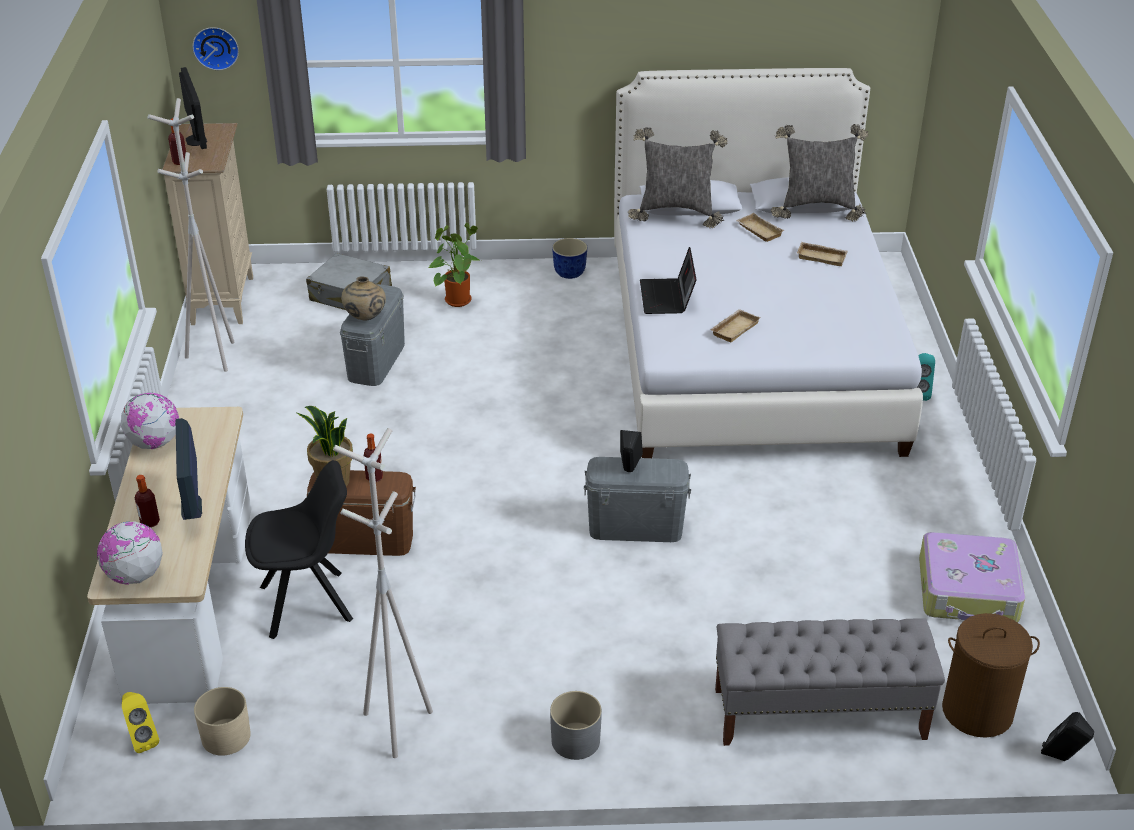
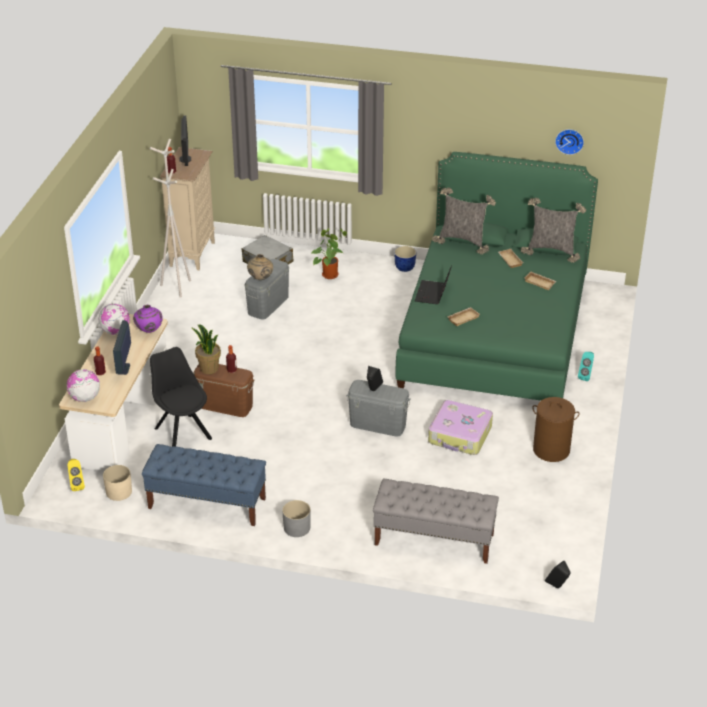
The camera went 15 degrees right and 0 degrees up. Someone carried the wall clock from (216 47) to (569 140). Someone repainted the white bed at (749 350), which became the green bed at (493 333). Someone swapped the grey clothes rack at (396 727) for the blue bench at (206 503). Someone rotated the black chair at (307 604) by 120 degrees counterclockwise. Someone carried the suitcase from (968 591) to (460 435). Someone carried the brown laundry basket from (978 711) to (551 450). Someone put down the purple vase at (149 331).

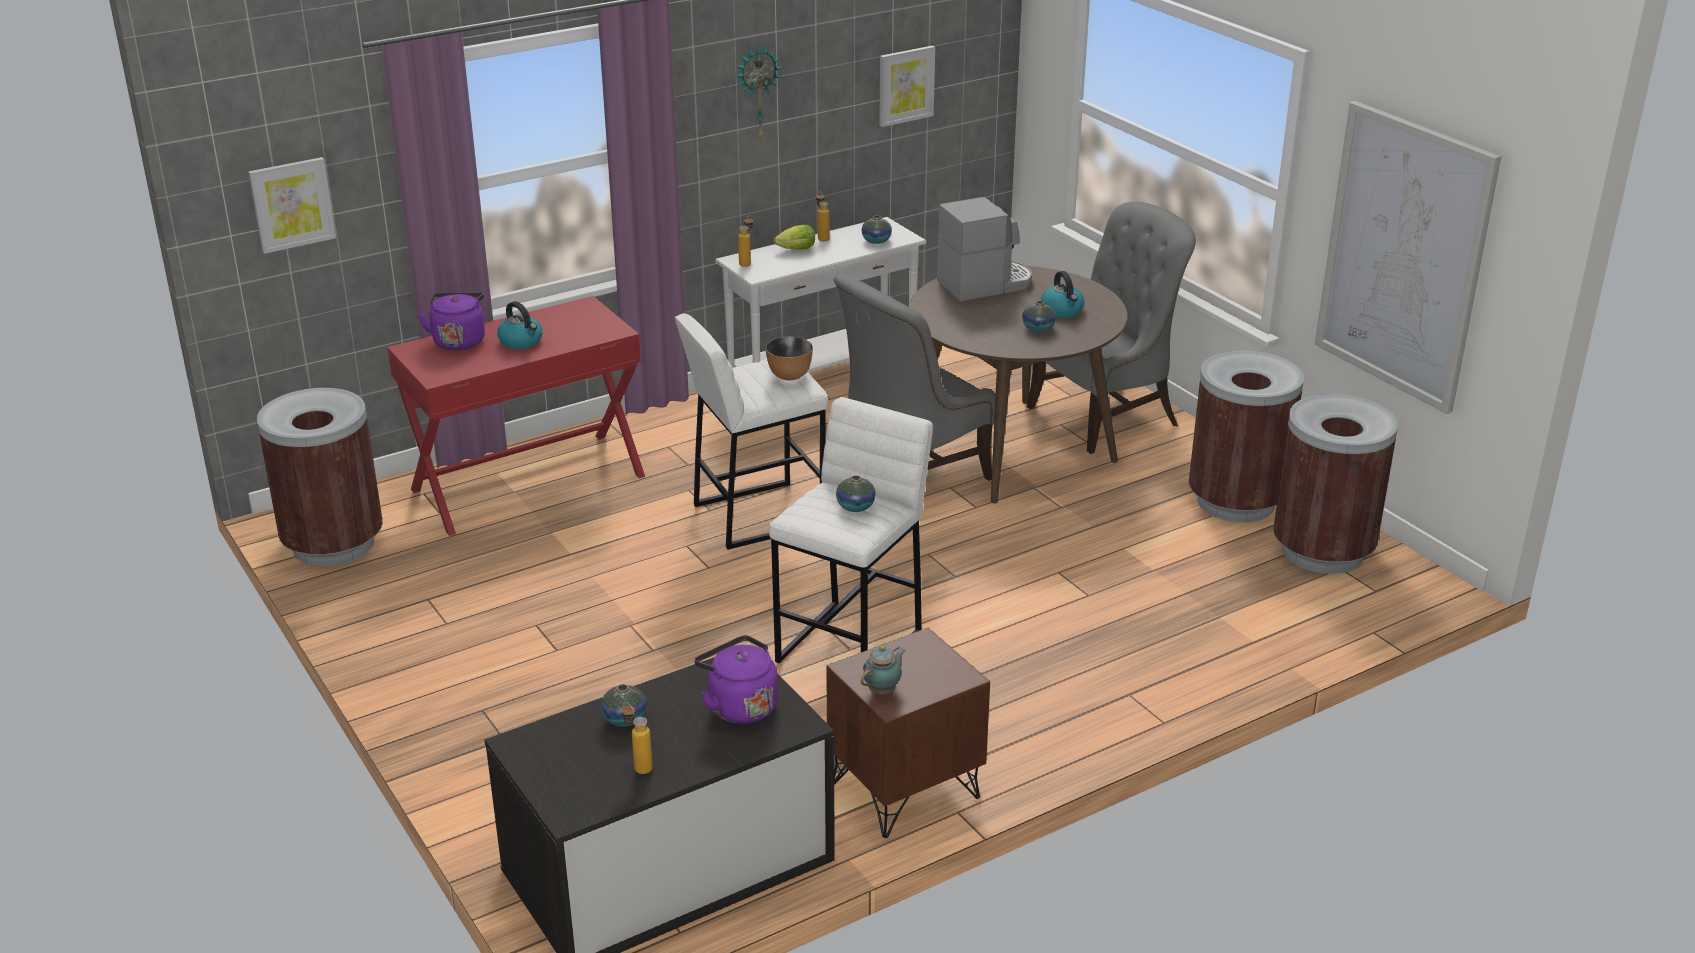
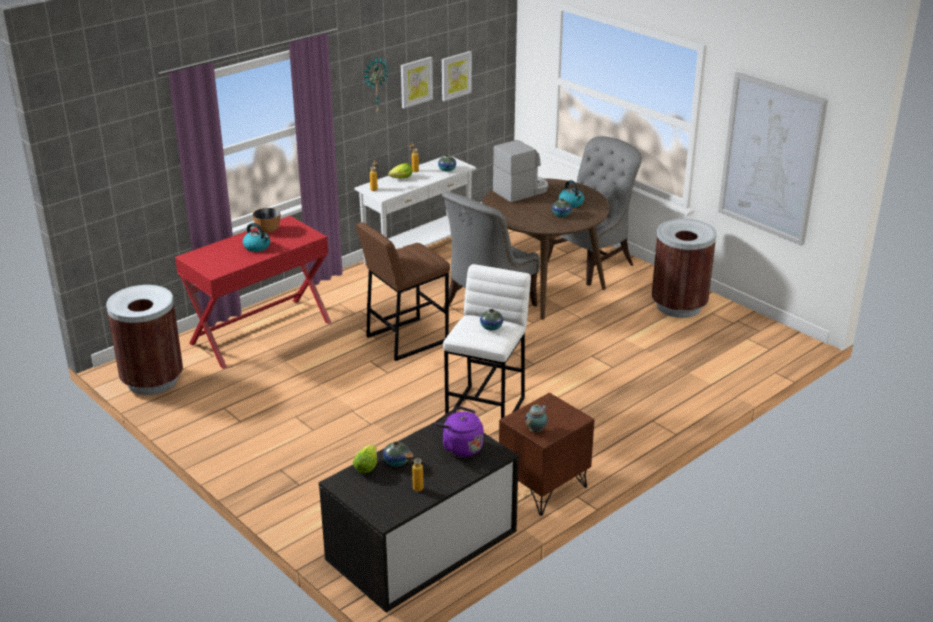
The camera went 10 degrees left and 0 degrees up. Someone carried the picture from (292 204) to (416 82). Someone took away the purple kettle at (459 341). Someone repainted the white stool at (755 516), which became the brown stool at (405 339). Someone carried the bowl from (789 376) to (267 230). Someone took away the brown trash can at (1323 551). Someone put down the lettuce at (367 466).

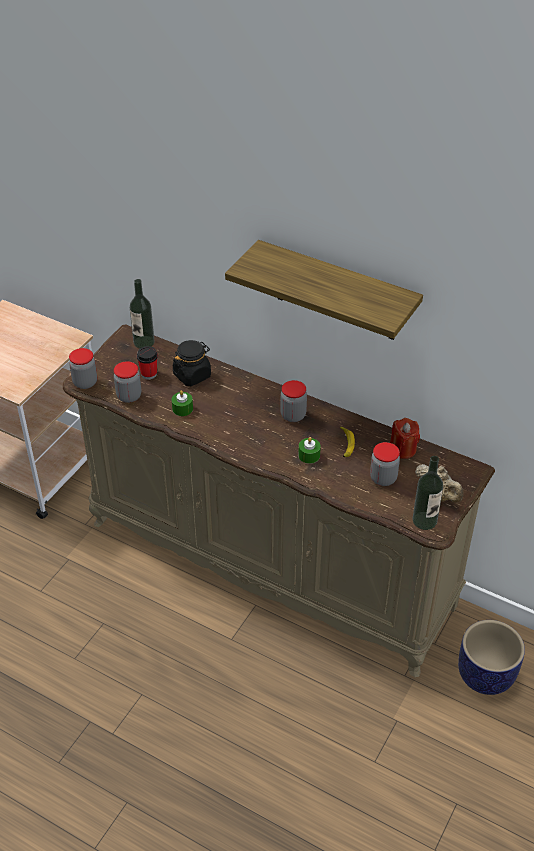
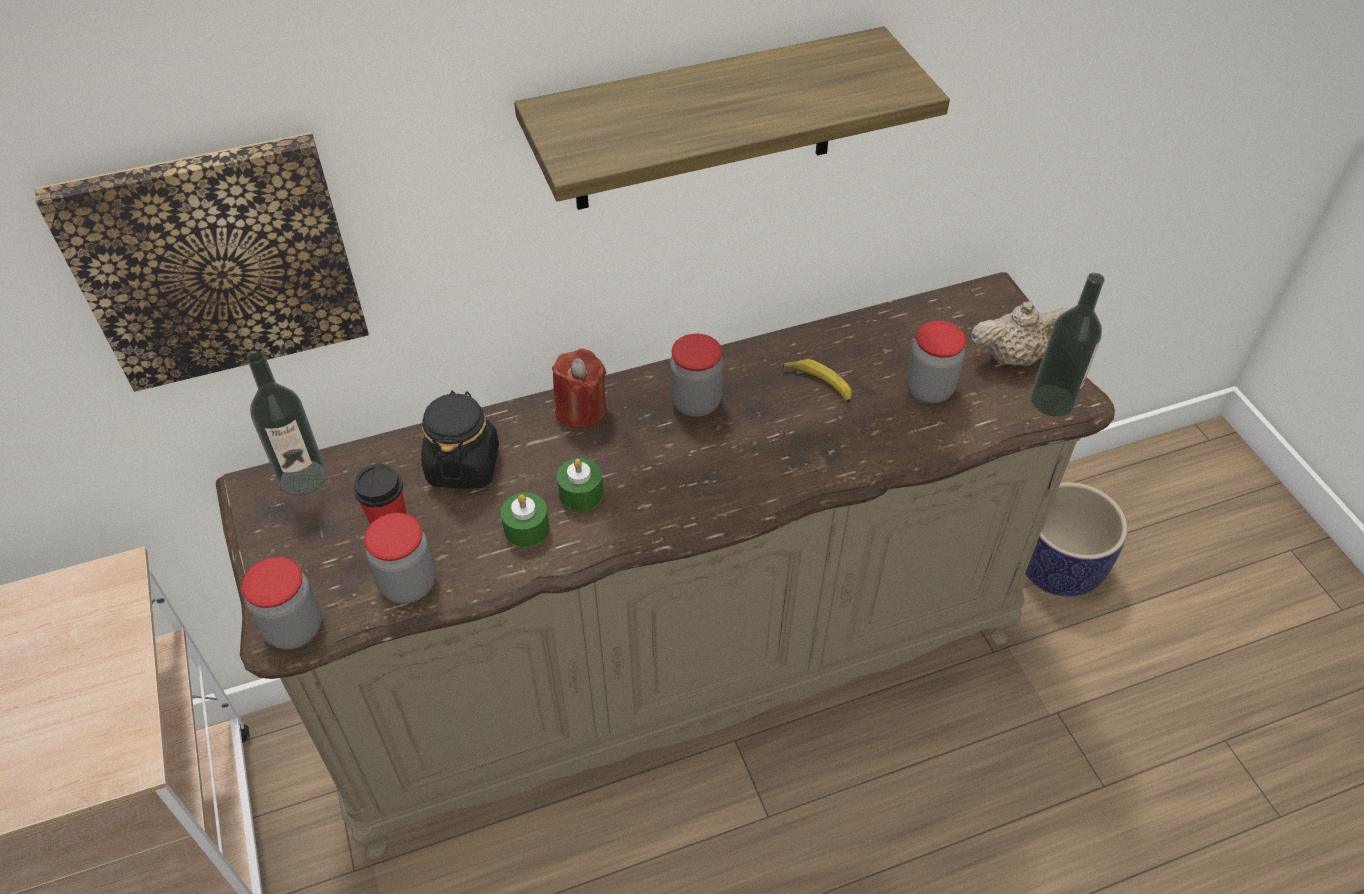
The camera went 50 degrees left and 5 degrees up. Someone carried the red candle from (403 449) to (581 410). Someone carried the green candle from (309 455) to (581 493). Someone put up the picture at (217 261).

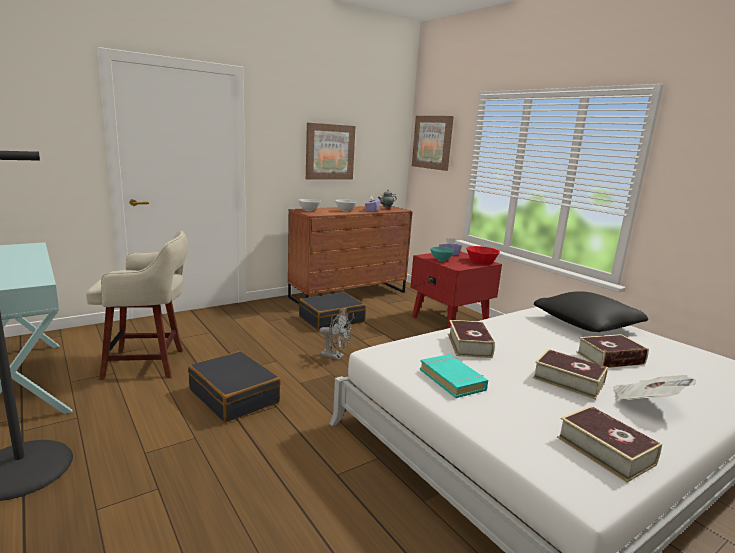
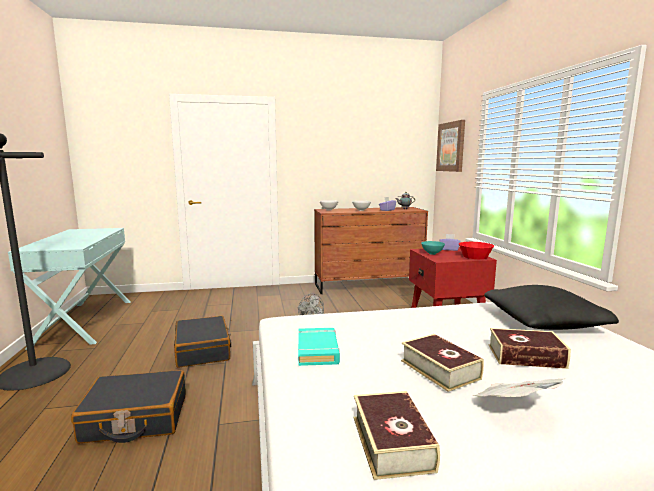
The camera went 25 degrees right and 5 degrees down. Someone took away the picture at (329 152). Someone took away the beige stool at (148 364). Someone carried the black suitcase from (331 319) to (135 418). Someone took away the book at (469 345).

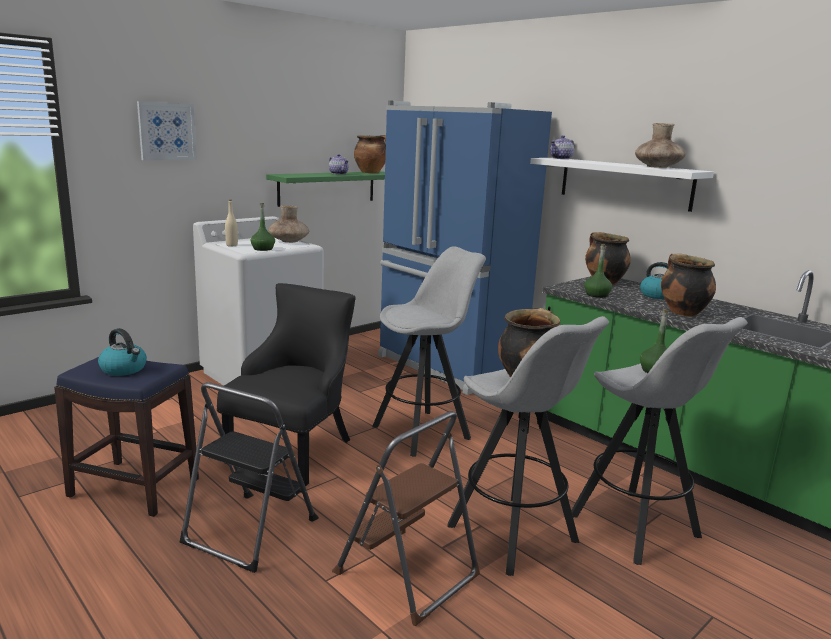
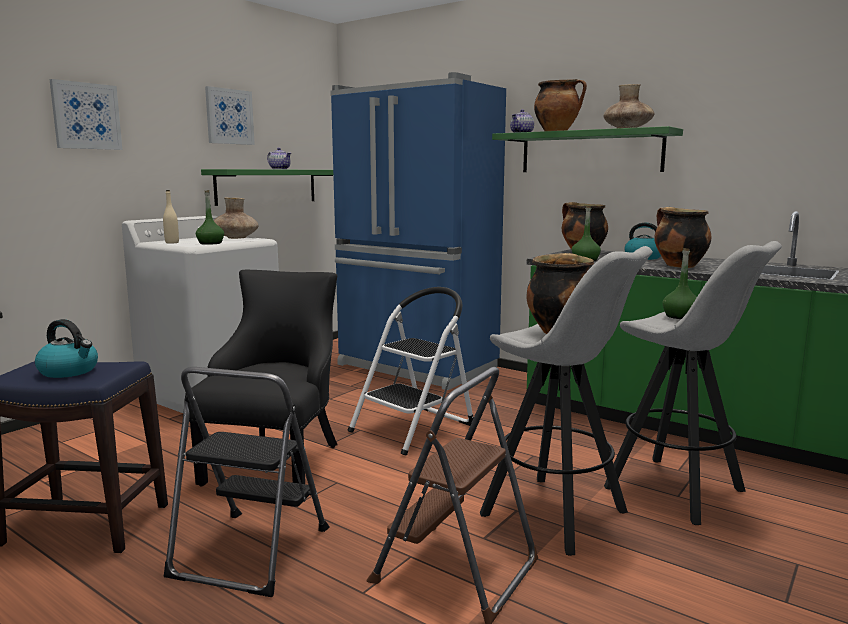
The camera went 10 degrees left and 5 degrees down. Someone carried the cooking pot from (371 173) to (557 131). Someone repainted the white shelf at (624 183), which became the green shelf at (590 152). Someone swapped the grey stool at (424 432) for the step ladder at (415 428). Someone put up the picture at (229 116).

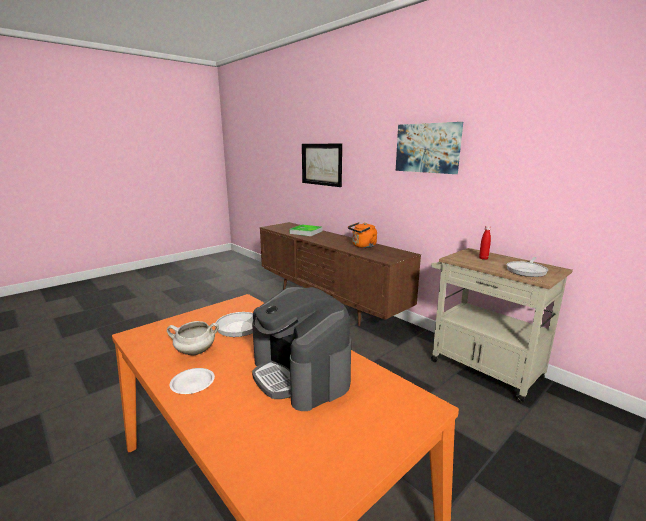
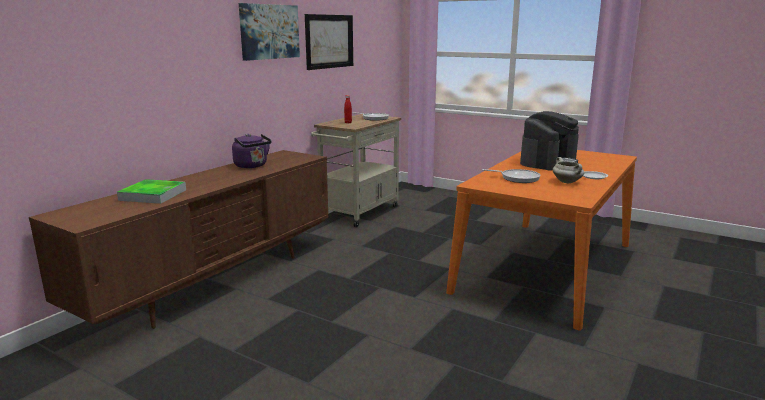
The camera went 105 degrees left and 0 degrees up. Someone carried the picture from (321 164) to (329 41). Someone repainted the orange kettle at (362 246), which became the purple kettle at (252 166).

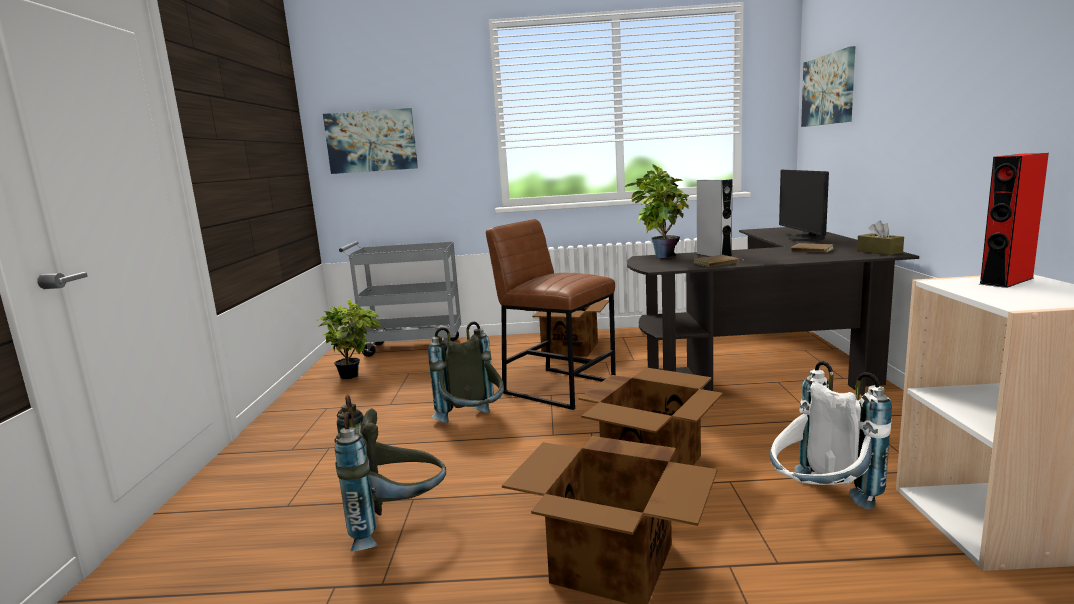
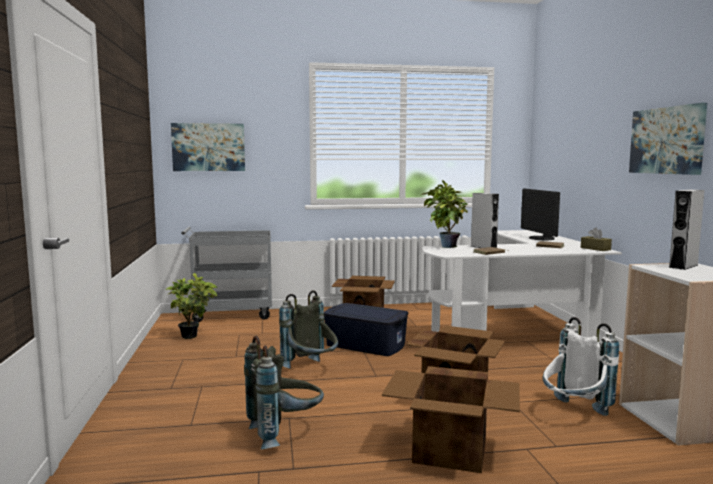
The camera went 10 degrees left and 5 degrees down. Someone carried the picture from (828 90) to (667 140). Someone repainted the red speaker at (1006 281), which became the grey speaker at (683 266). Someone swapped the brown chair at (557 387) for the blue storage box at (365 345). Someone repainted the black desk at (772 369), which became the white desk at (519 333).

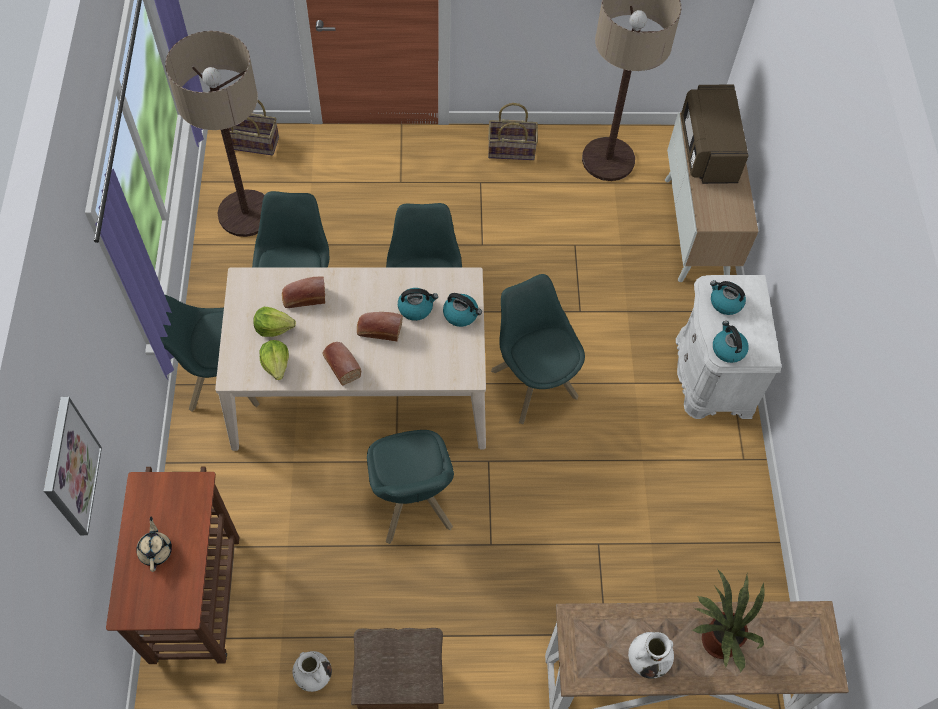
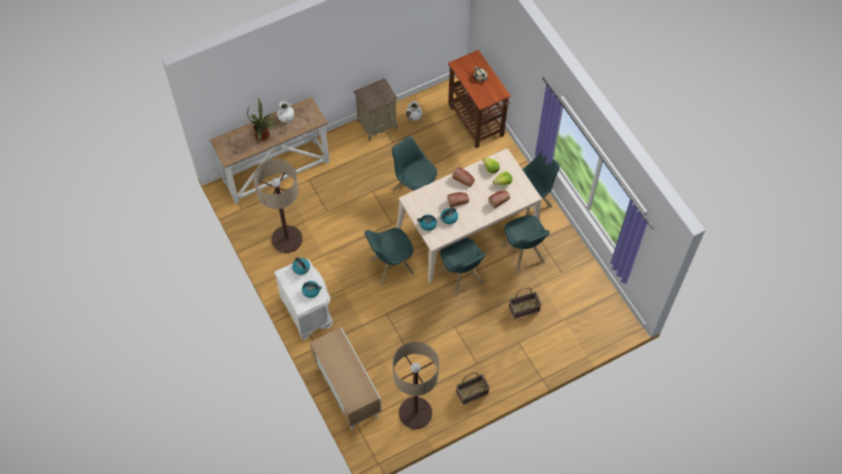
The camera went 155 degrees right and 0 degrees up. Someone carried the floor lamp from (246 214) to (287 239). Someone took away the brown microwave at (708 149). Someone carried the basket from (254 142) to (524 309). Someone rotated the turquoise chair at (533 383) by 120 degrees clockwise. Someone took away the picture at (70 467).

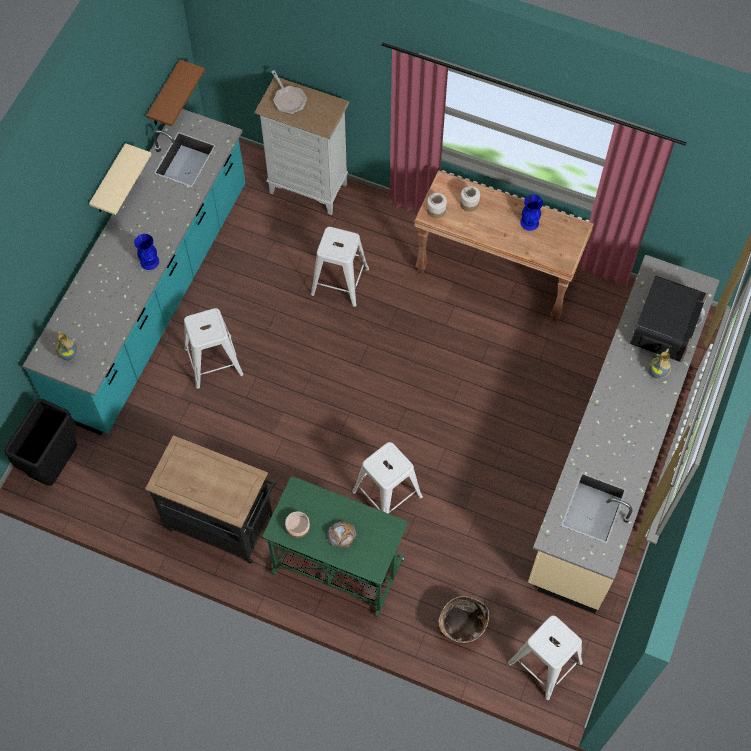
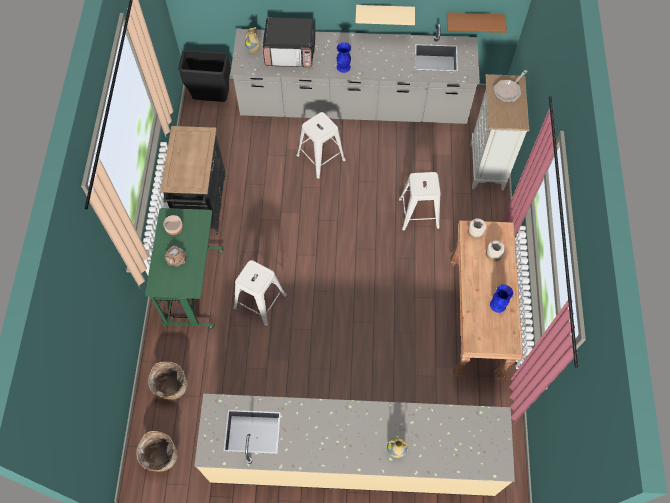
The camera went 70 degrees right and 0 degrees up. Someone repainted the turquoise counter at (154 298), which became the grey counter at (353 106). Someone carried the microwave from (664 328) to (290 52). Someone swapped the white stool at (545 663) for the basket at (161 456).

